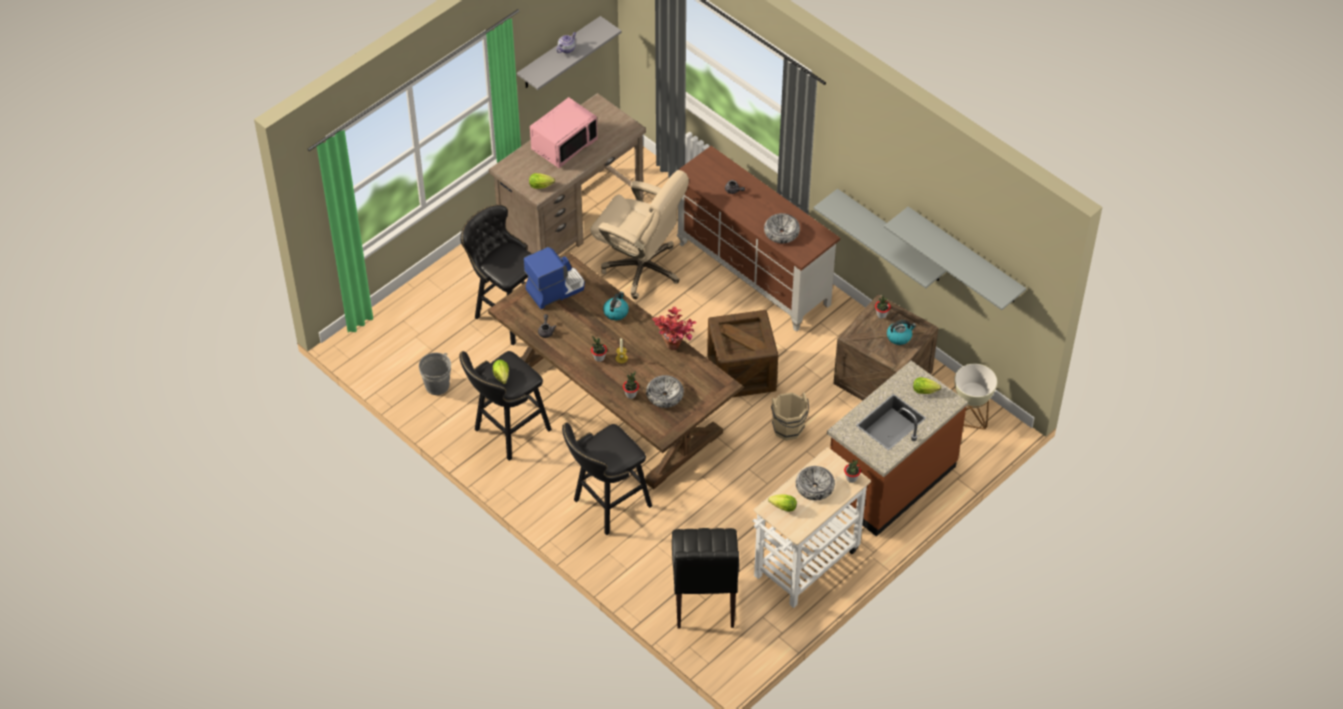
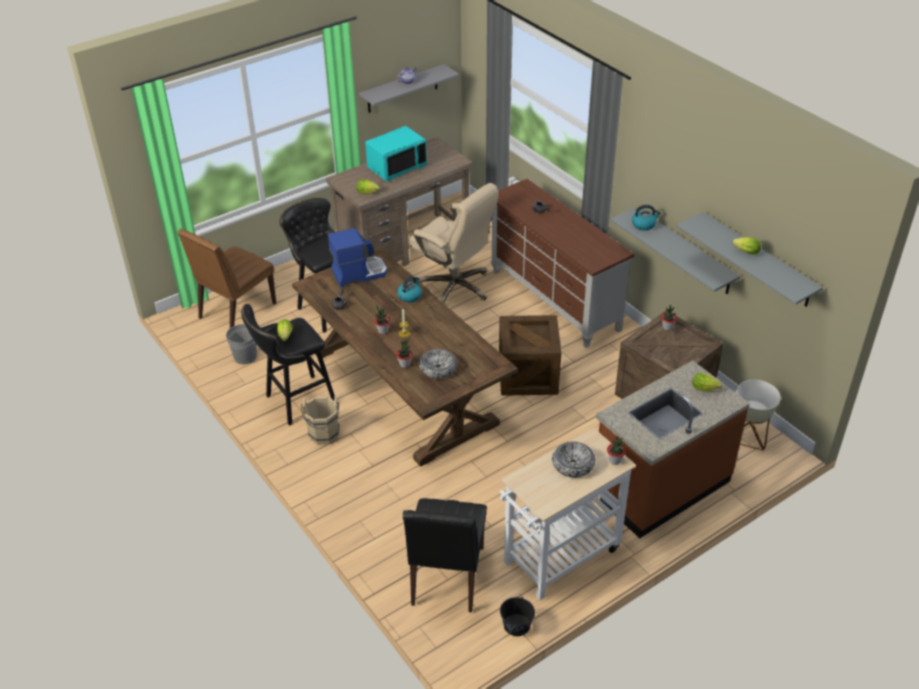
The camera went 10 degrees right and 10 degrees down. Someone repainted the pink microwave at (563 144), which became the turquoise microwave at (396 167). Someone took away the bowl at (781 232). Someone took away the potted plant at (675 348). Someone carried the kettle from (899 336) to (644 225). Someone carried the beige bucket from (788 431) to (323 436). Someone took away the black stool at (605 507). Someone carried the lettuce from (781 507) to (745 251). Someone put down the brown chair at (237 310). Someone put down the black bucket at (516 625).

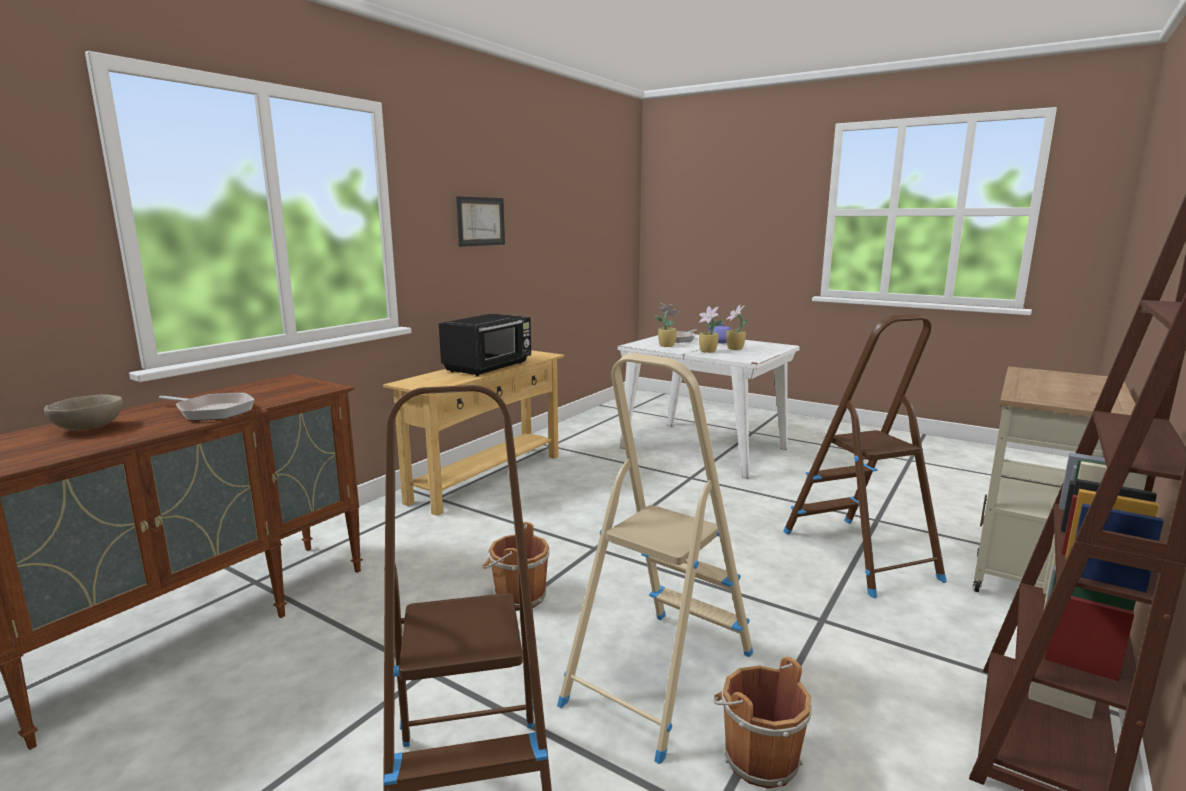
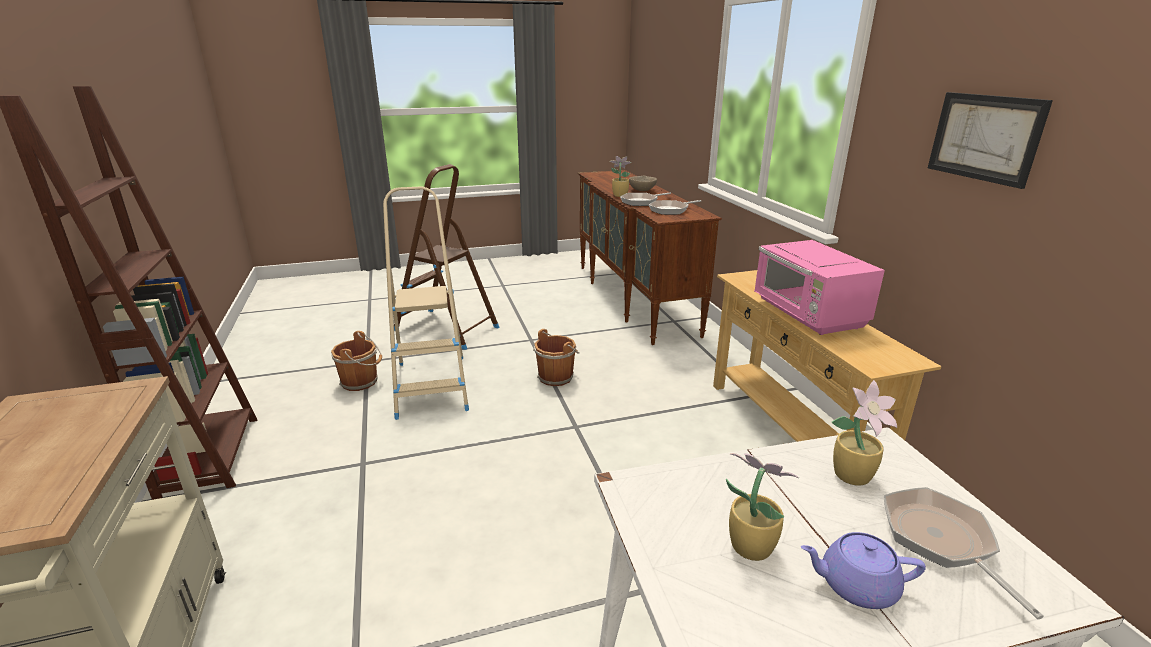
The camera went 130 degrees right and 10 degrees up. Someone carried the potted plant from (708 351) to (619 195). Someone repainted the black microwave at (489 367), which became the pink microwave at (808 314). Someone took away the brown step ladder at (857 553). Someone put down the frying pan at (671 210).

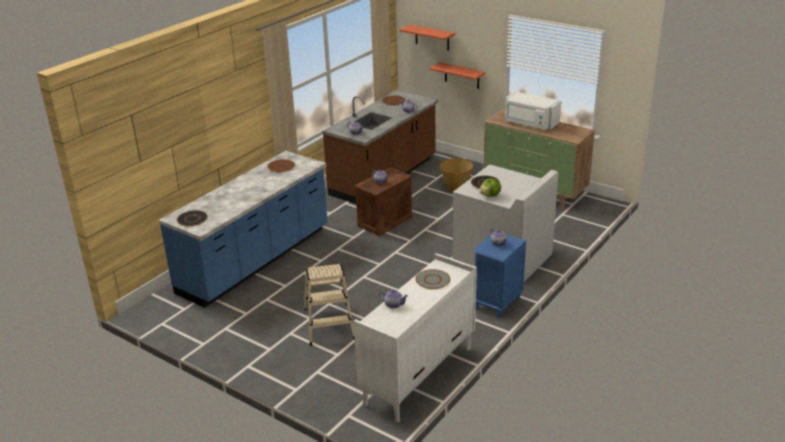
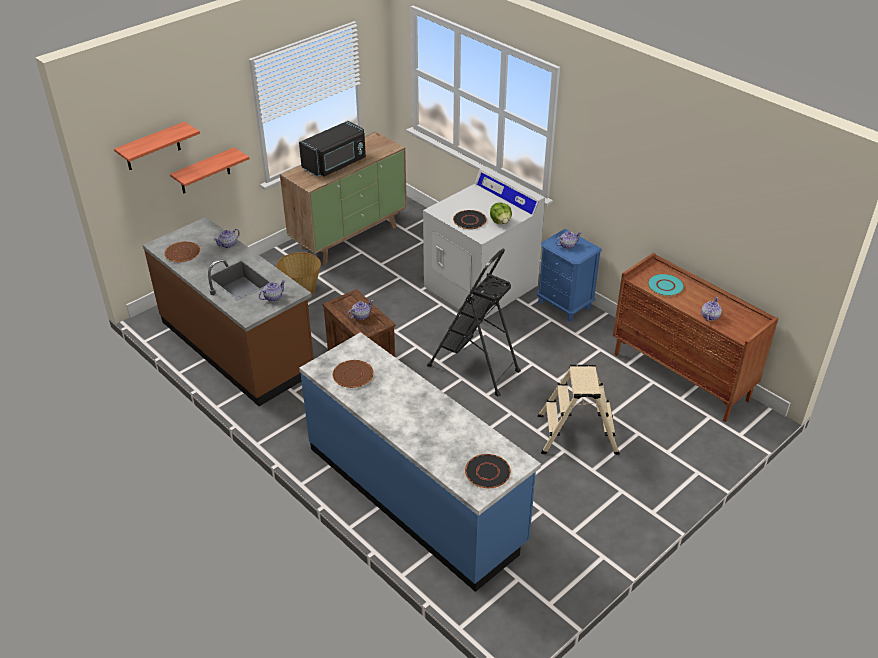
The camera went 80 degrees left and 10 degrees up. Someone repainted the white microwave at (530 123), which became the black microwave at (335 164). Someone repainted the white cabinet at (418 376), which became the brown cabinet at (681 377). Someone repainted the grey plate at (432 280), which became the turquoise plate at (665 286). Someone put down the step ladder at (474 368).

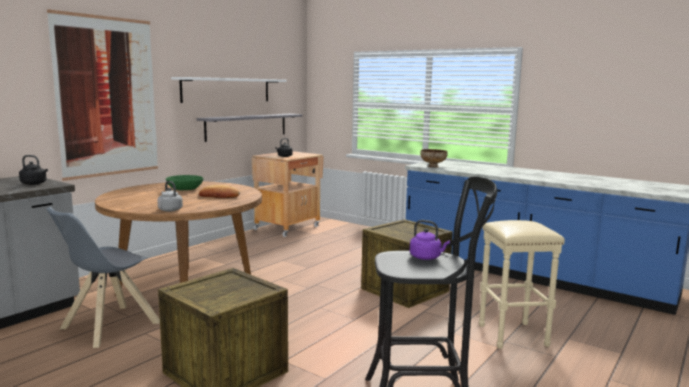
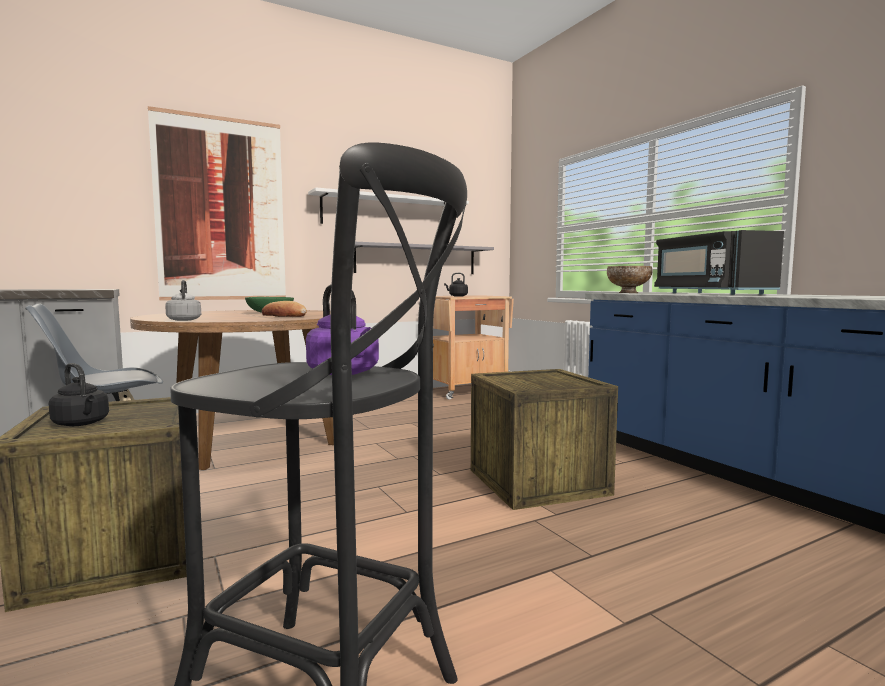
The camera went 25 degrees right and 5 degrees down. Someone carried the black kettle from (35 183) to (82 423). Someone took away the beige stool at (512 335). Someone put down the black microwave at (709 293).

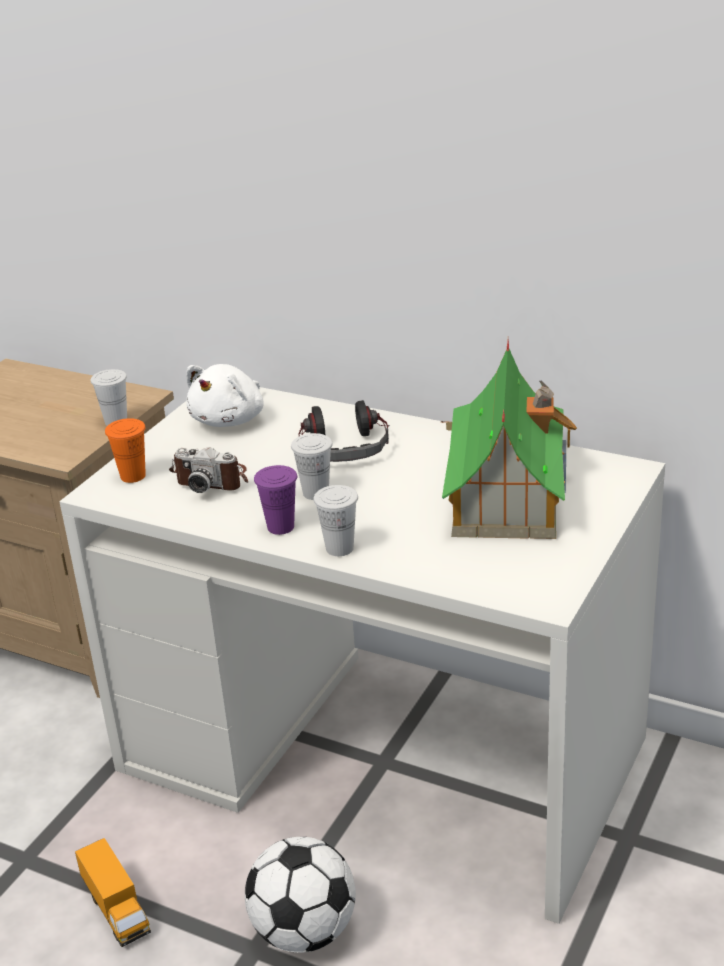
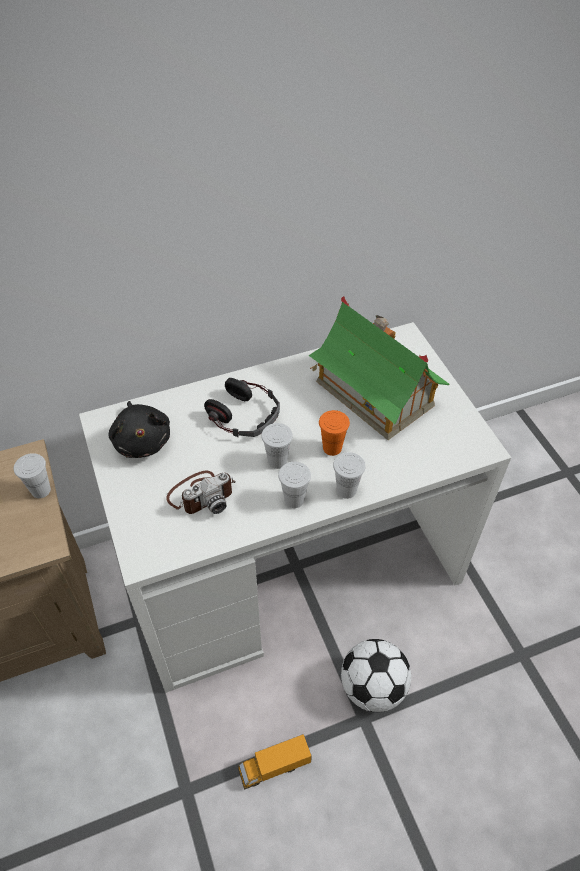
The camera went 50 degrees left and 20 degrees up. Someone repainted the white plush toy at (230 419), which became the black plush toy at (142 440). Someone carried the orange cup from (133 476) to (332 448). Someone repainted the purple cup at (280 527), which became the white cup at (294 499). Someone rotated the toy truck at (116 910) by 150 degrees clockwise.

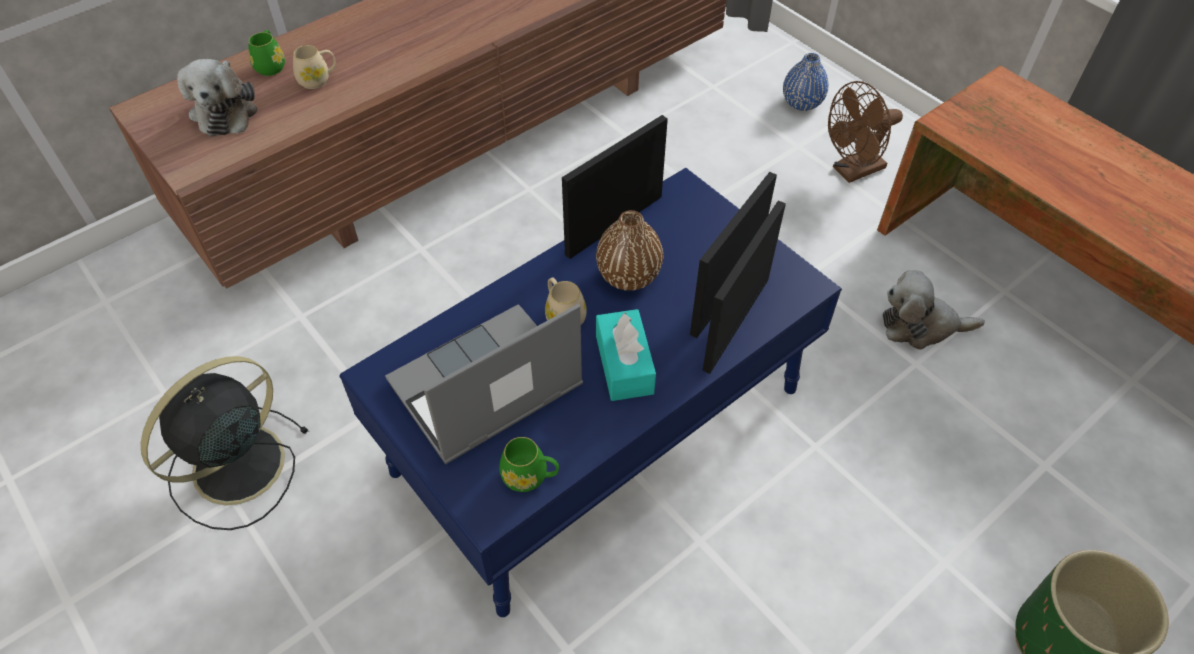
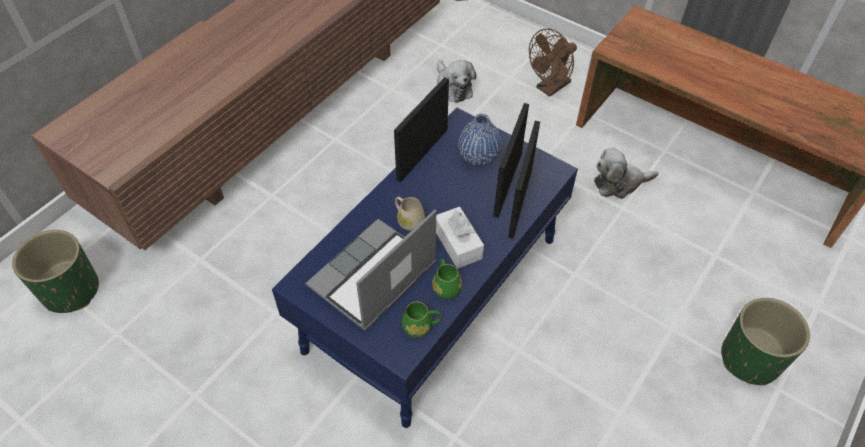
The camera went 15 degrees left and 0 degrees up. Someone carried the green mug from (271 65) to (445 286). Someone took away the beige mug at (318 80). Someone carried the blue vase from (802 103) to (478 157). Someone carried the plush toy from (225 110) to (453 87). Someone took away the brown vase at (628 276). Someone repainted the turquoise tissue box at (624 364), which became the white tissue box at (458 244). Someone took away the black fan at (235 467). Someone put down the green planter at (71 290).

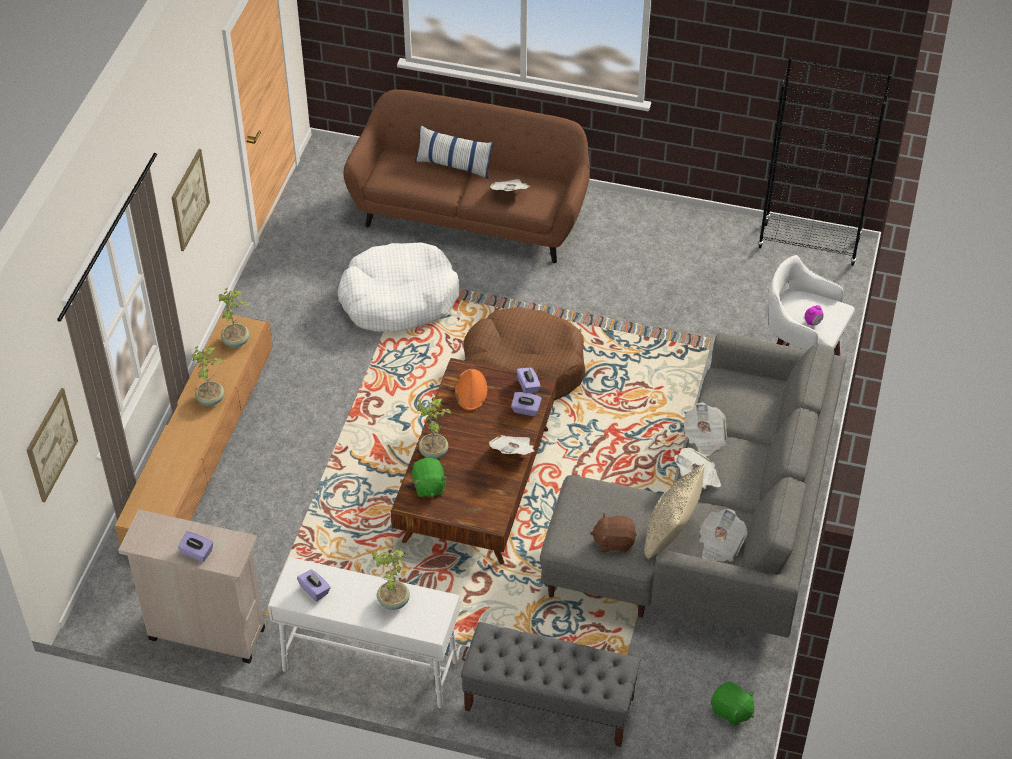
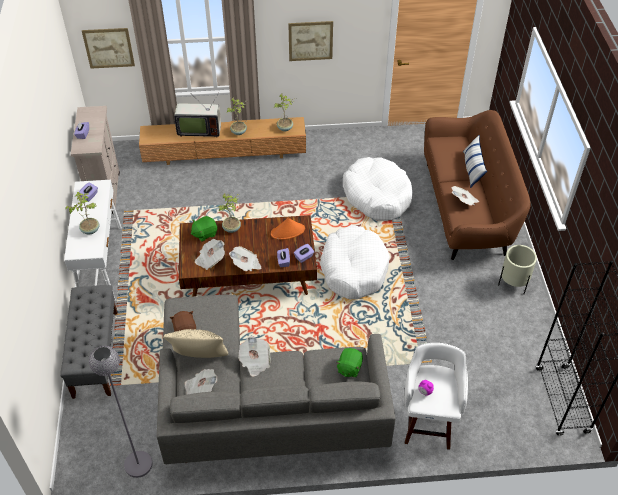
The camera went 70 degrees right and 0 degrees up. Someone repainted the brown dog bed at (524 366), which became the white dog bed at (353 269). Someone carried the newspaper from (704 438) to (210 259). Someone carried the green plush toy from (731 711) to (349 368). Someone put down the television at (199 130). Someone put down the beige planter at (513 284). Someone put down the grey floor lamp at (138 465).

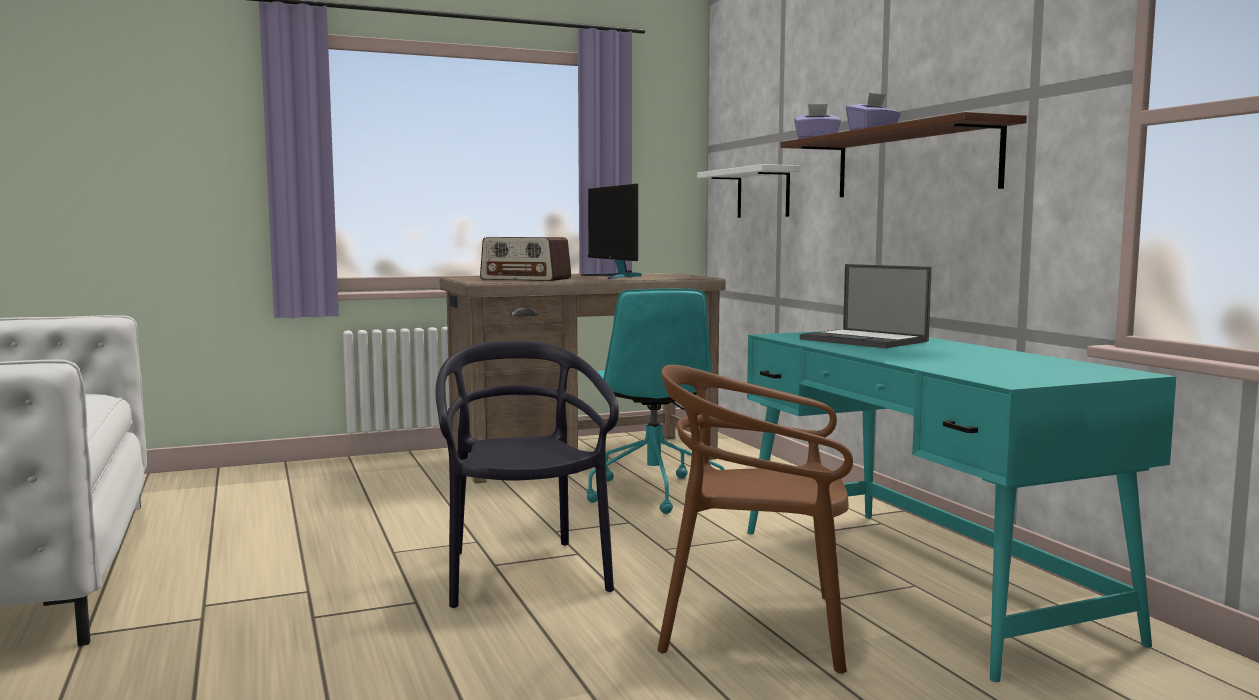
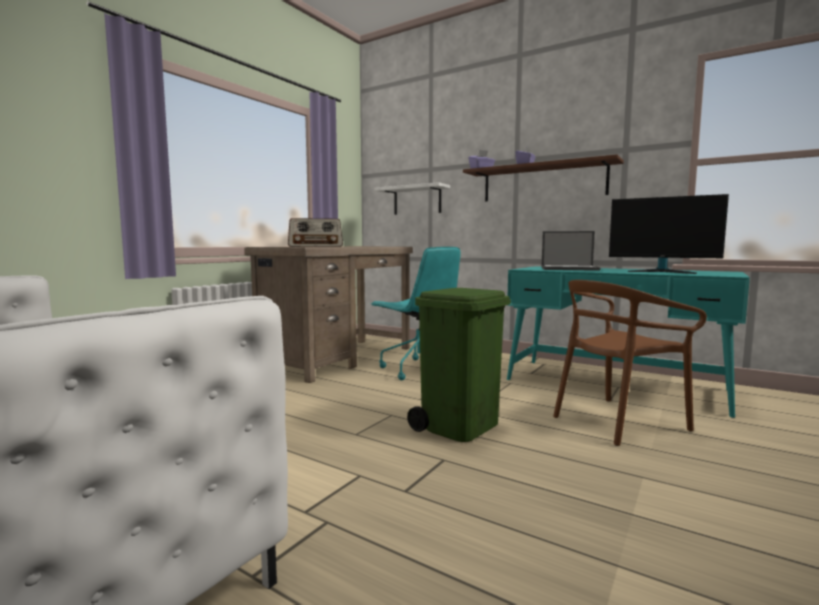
The camera went 35 degrees left and 0 degrees up. Someone carried the monitor from (614 276) to (662 272). Someone swapped the black chair at (522 574) for the green trash can at (459 426).

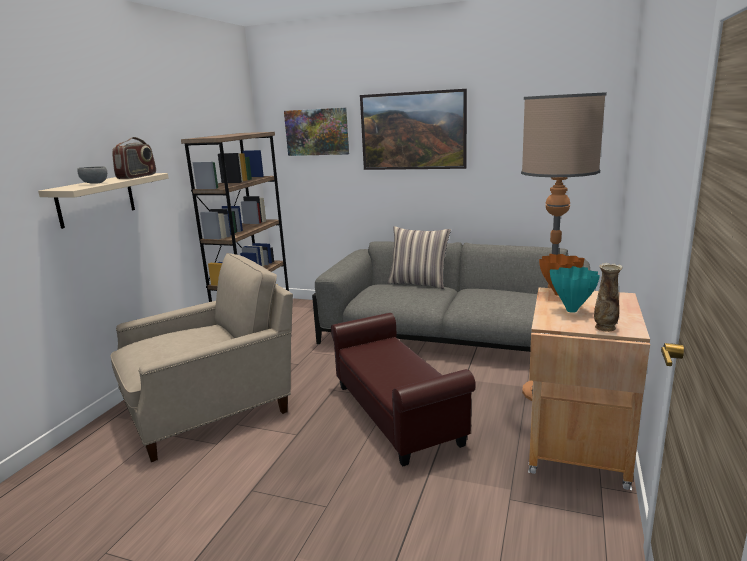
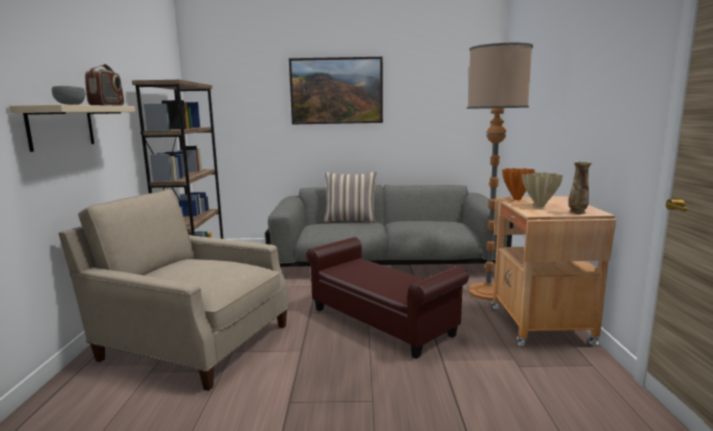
The camera went 20 degrees left and 5 degrees down. Someone took away the picture at (317 132). Someone rotated the beige armchair at (210 406) by 105 degrees counterclockwise. Someone repainted the turquoise vase at (572 311), which became the beige vase at (541 206).

